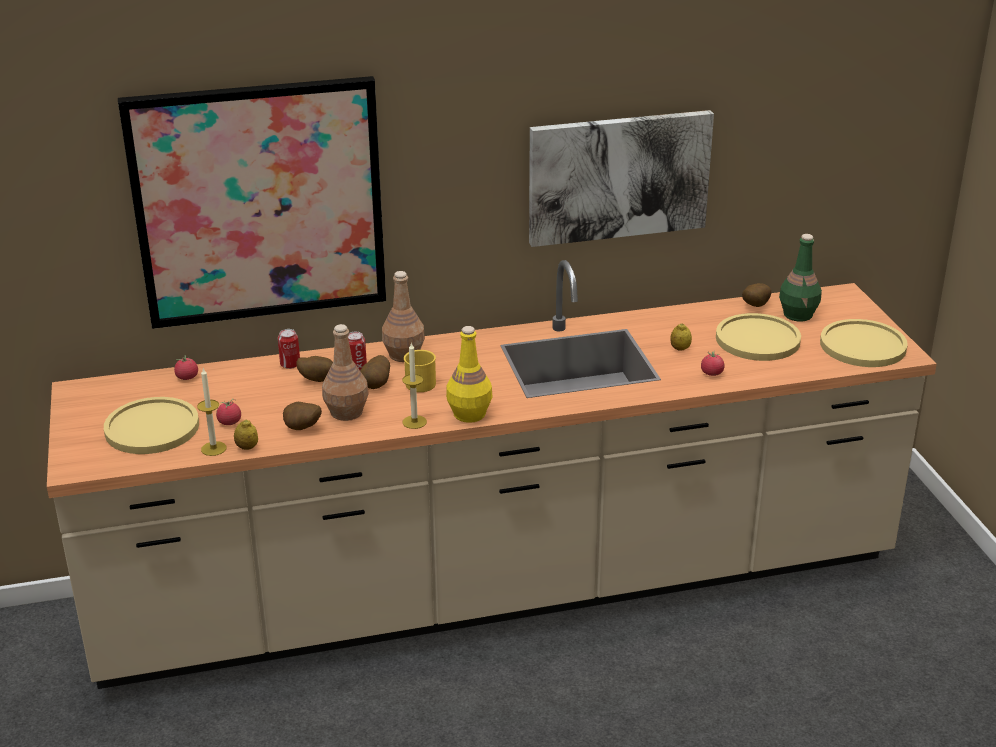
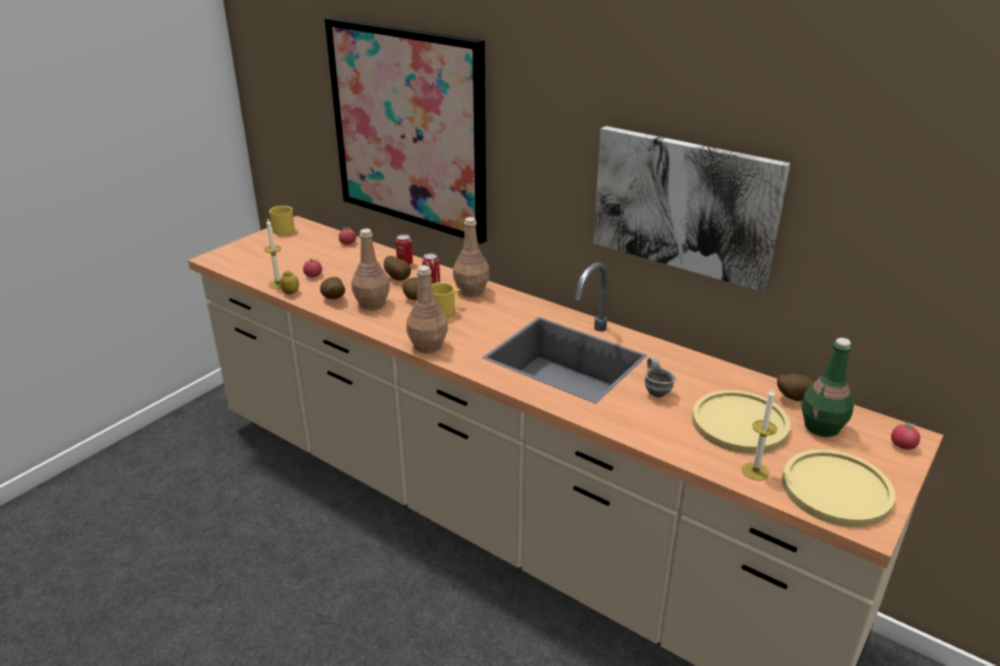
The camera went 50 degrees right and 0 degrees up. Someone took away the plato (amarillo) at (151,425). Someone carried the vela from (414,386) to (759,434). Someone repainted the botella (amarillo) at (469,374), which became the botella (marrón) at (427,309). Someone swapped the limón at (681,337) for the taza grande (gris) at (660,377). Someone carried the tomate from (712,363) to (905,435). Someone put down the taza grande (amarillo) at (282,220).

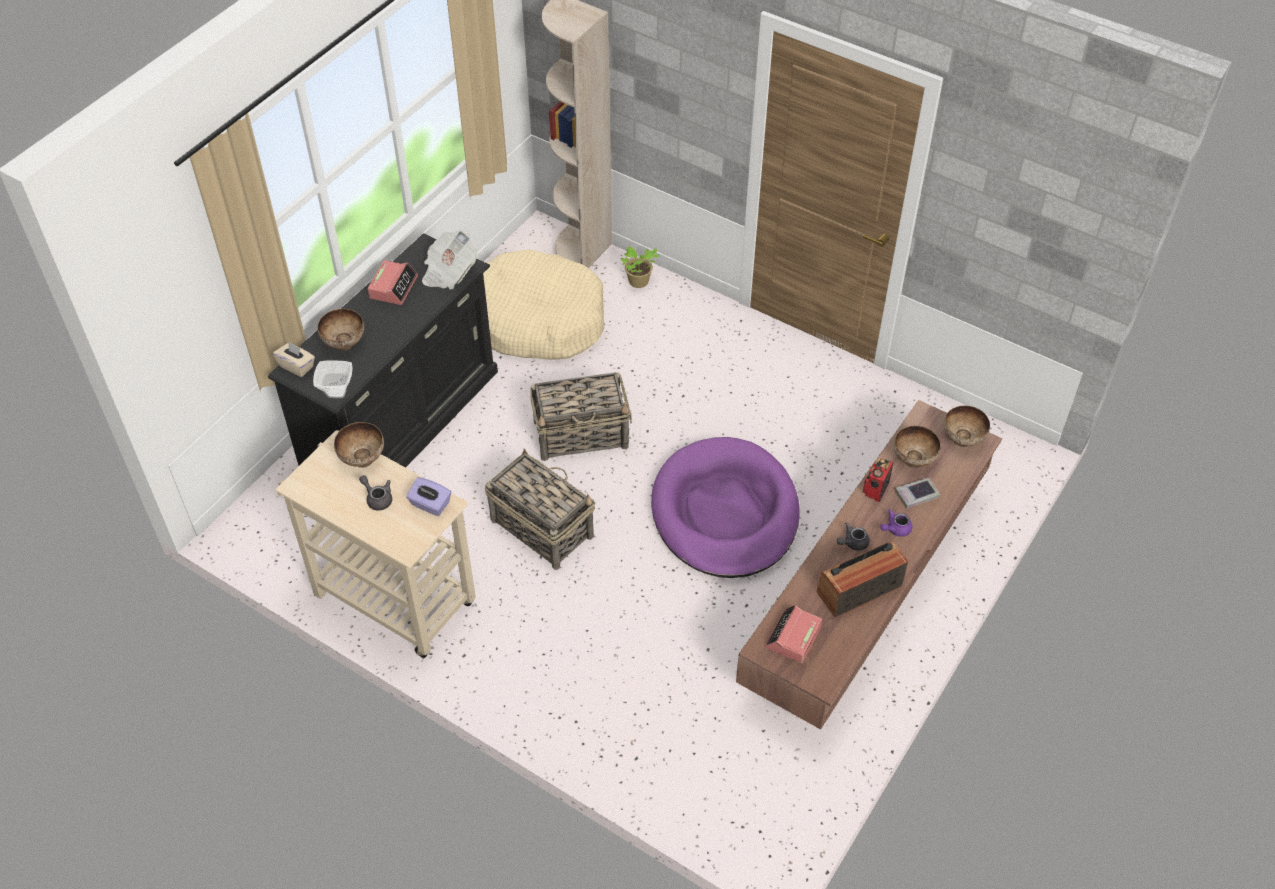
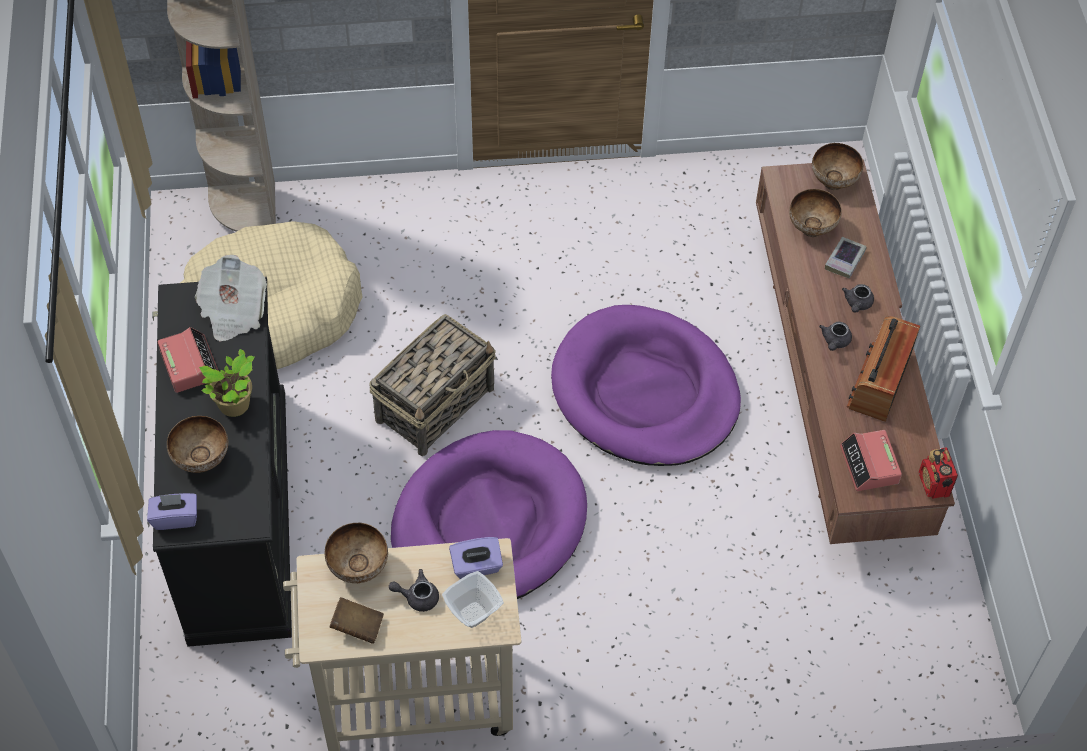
The camera went 40 degrees left and 5 degrees up. Someone repainted the caja de pañuelos (beis) at (294,359), which became the caja de pañuelos (morado) at (172,511). Someone carried the cuenco from (333,379) to (473,599). Someone swapped the cesta at (540,509) for the cama para perro (morado) at (489,514). Someone carried the planta en maceta from (640,267) to (226,383). Someone carried the radio from (878,480) to (938,473). Someone repainted the tetera (morado) at (896,523), which became the tetera (gris) at (858,298). Someone put down the libro (marrón) at (357,620).

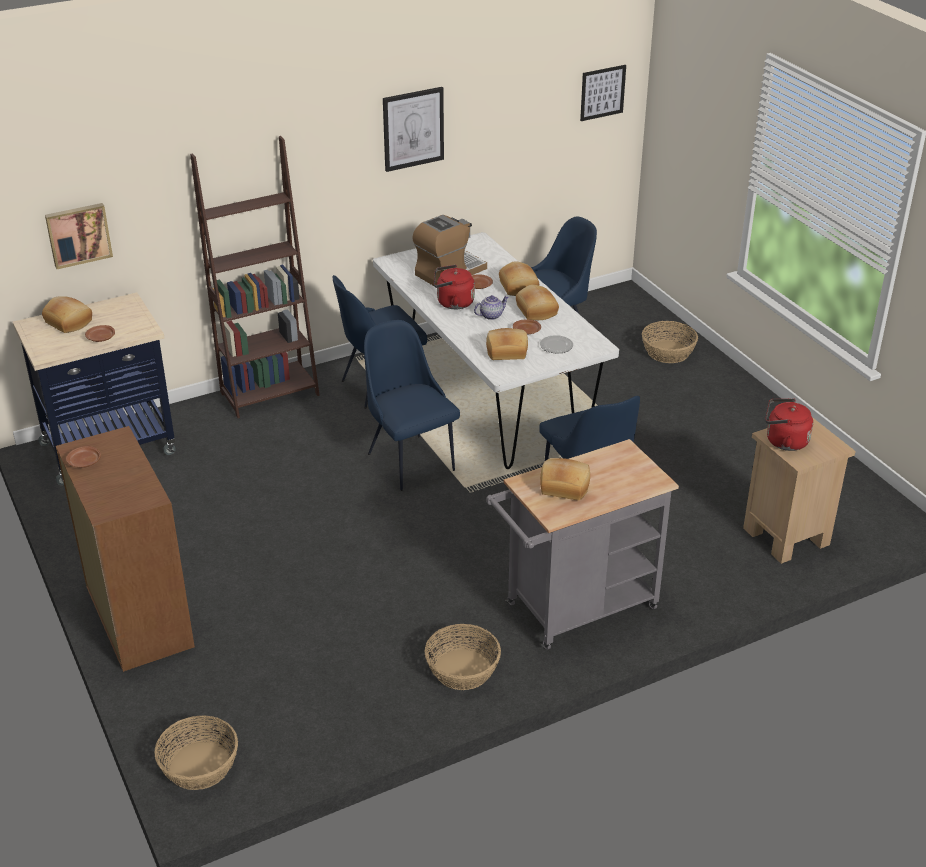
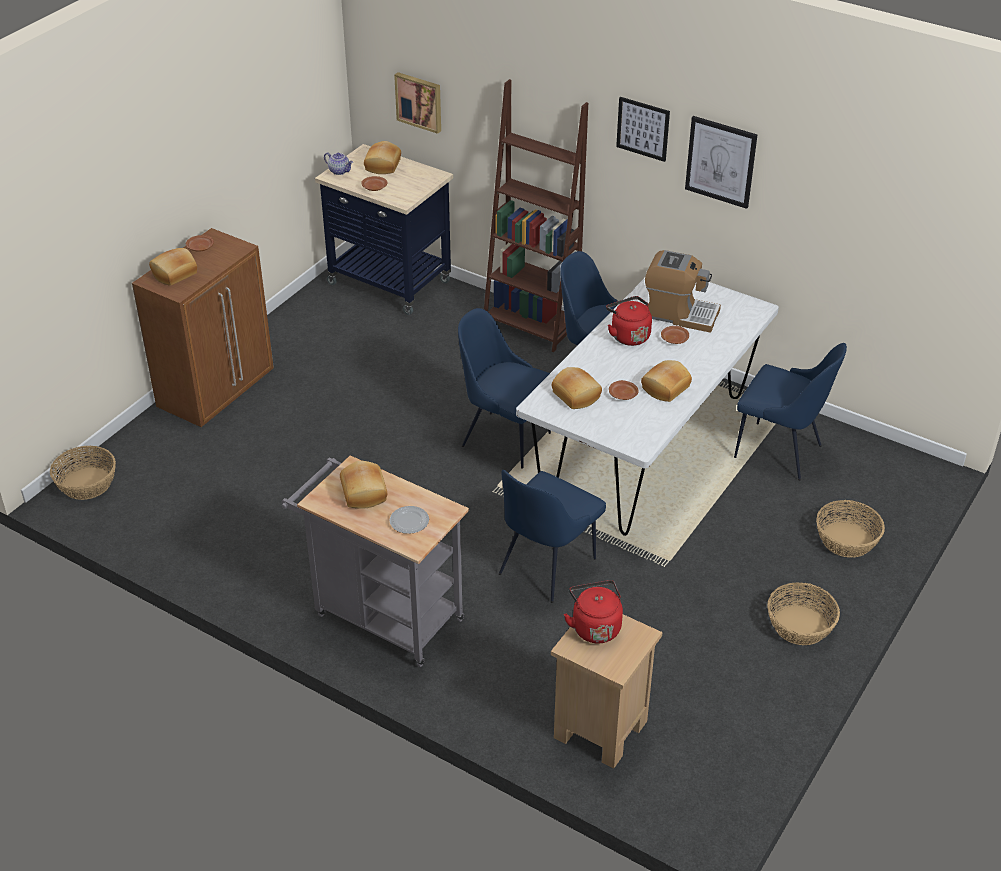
The camera went 60 degrees right and 5 degrees up. Someone rotated the silla (azul) at (412,405) by 90 degrees counterclockwise. Someone carried the cesta from (463,657) to (803,613). Someone carried the tetera from (491,307) to (338,163). Someone carried the pan from (519,278) to (173,267). Someone carried the plato from (556,344) to (409,520). Someone carried the cuadro from (603,93) to (643,129).

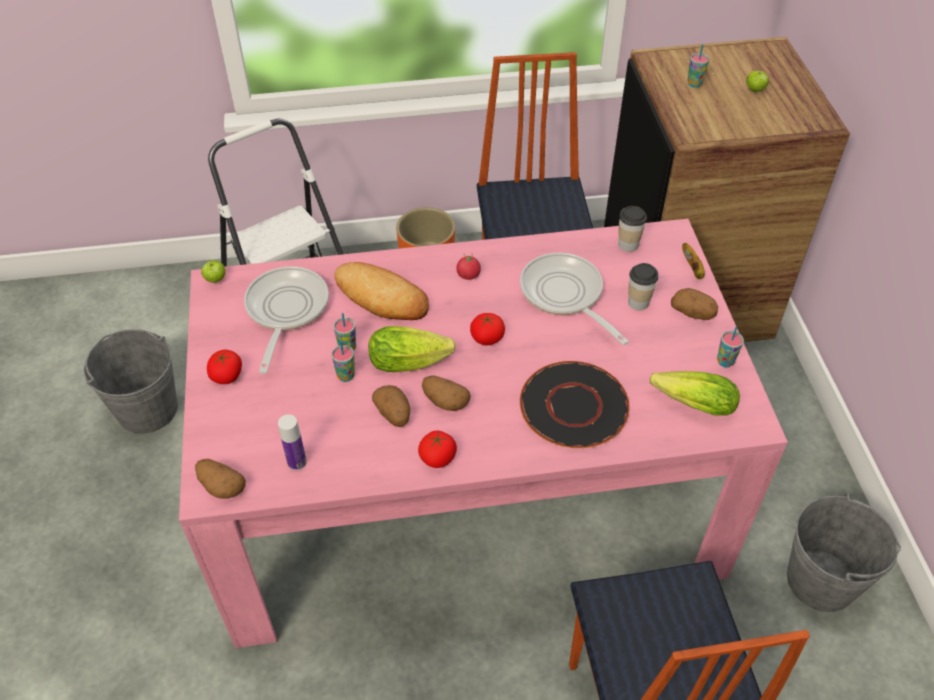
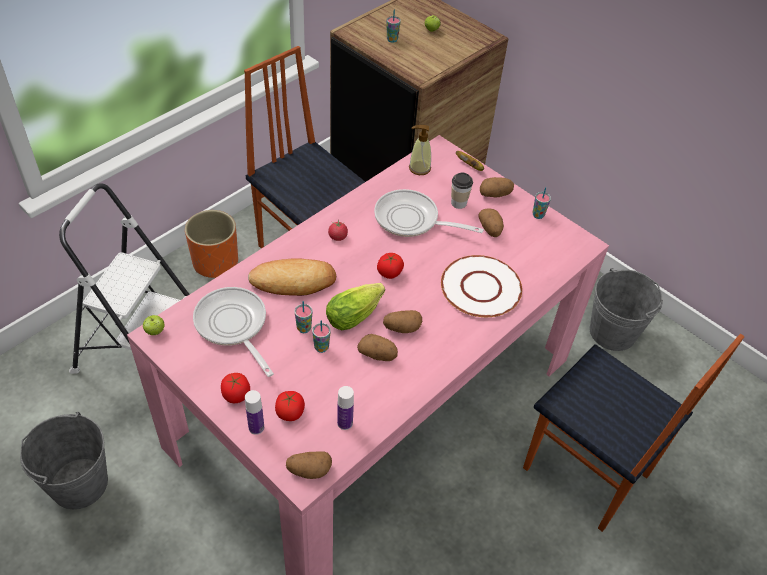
The camera went 40 degrees left and 0 degrees up. Someone carried the tomate from (437,449) to (290,406). Someone repainted the plato (negro) at (575,404), which became the plato (blanco) at (481,286). Someone swapped the taza at (632,229) for the dispensador de jabón at (420,150). Someone took away the lechuga at (695,393). Someone put down the botella at (254,412). Someone put down the patata at (491,222).

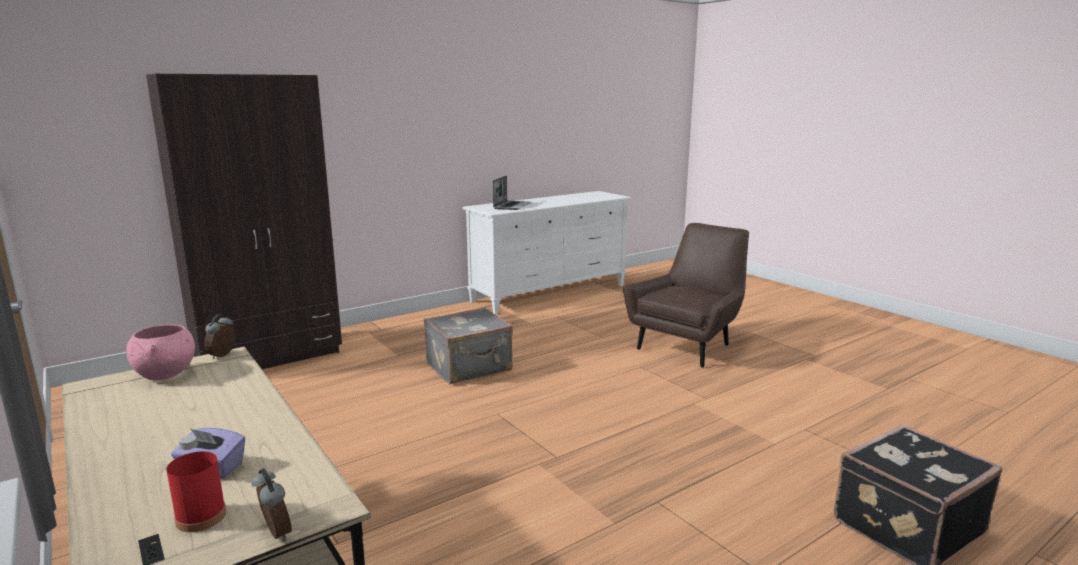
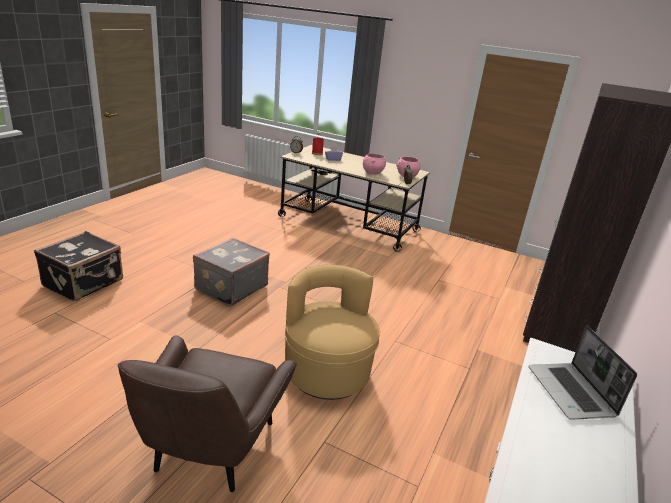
The camera went 150 degrees right and 10 degrees up. Someone carried the maleta (gris) from (468,345) to (231,272). Someone put down the sillón (beis) at (332,332). Someone put down the cuenco (rosa) at (374,164).

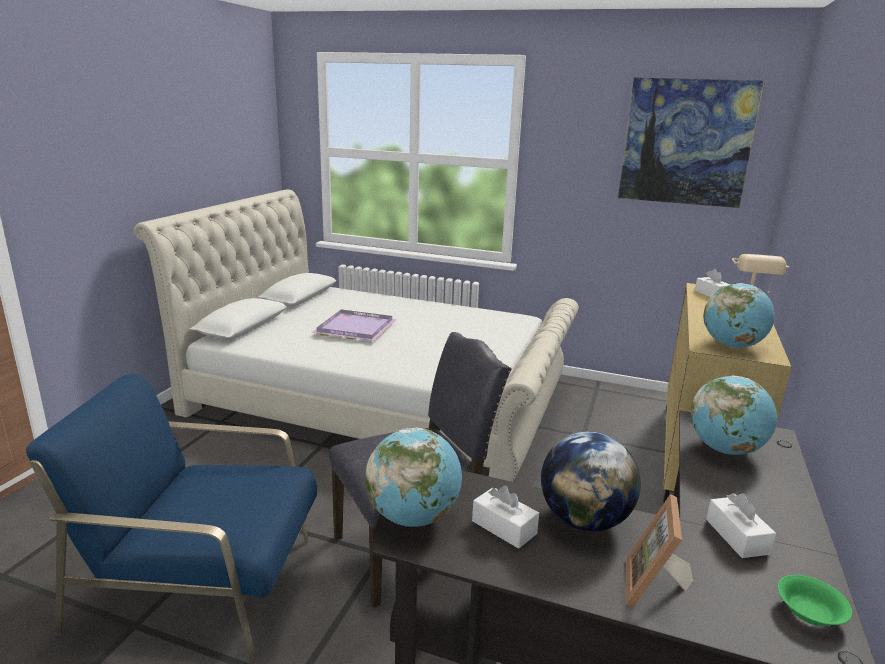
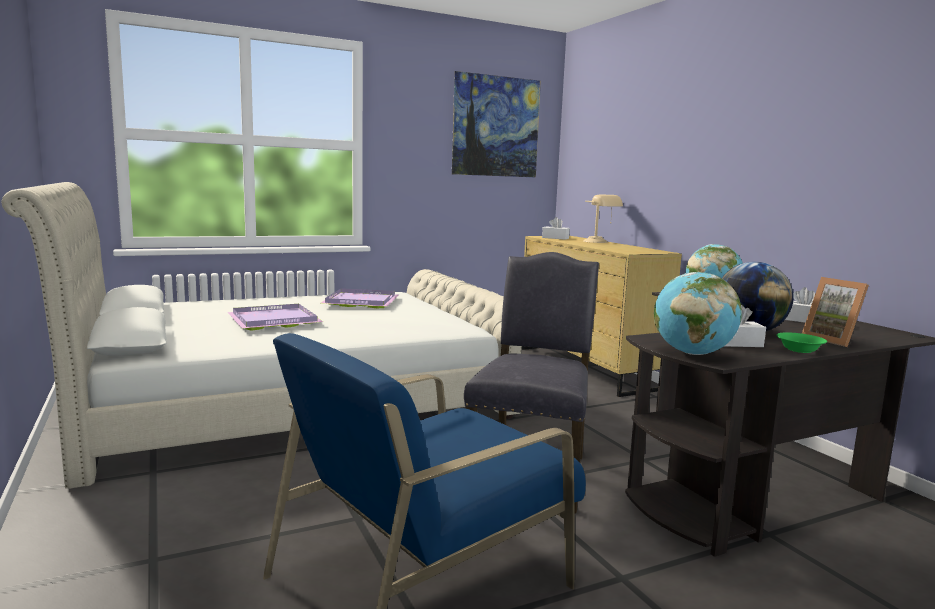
The camera went 45 degrees left and 10 degrees down. Someone took away the globo terráqueo at (739,315). Someone carried the cuenco (verde) from (815,600) to (801,342). Someone put down the bandeja (morado) at (359,298).

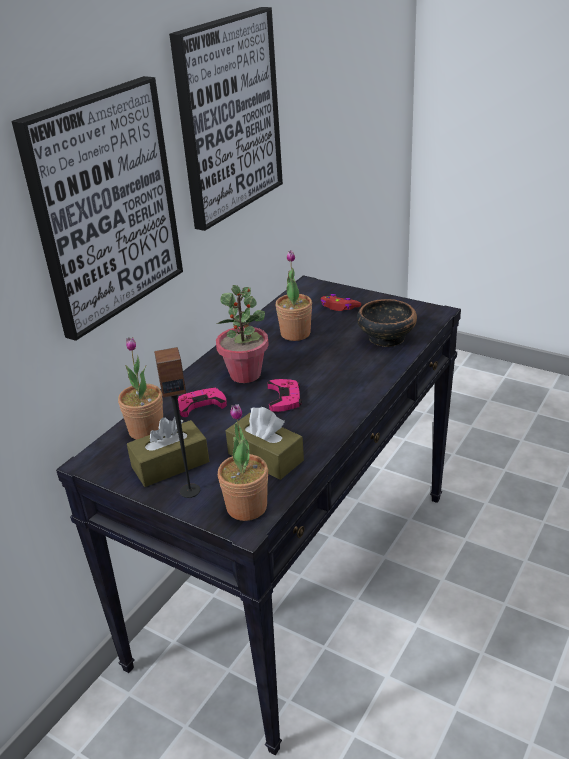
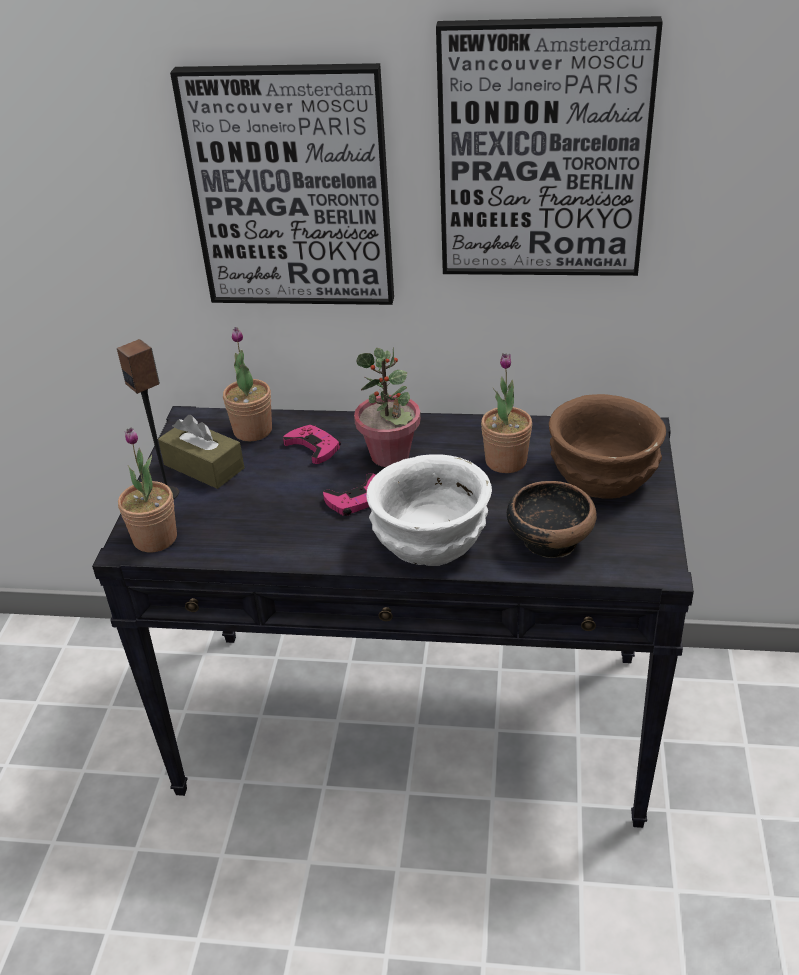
The camera went 65 degrees right and 5 degrees up. Someone took away the caja de pañuelos (marrón) at (264,443). Someone swapped the mando de consola (rojo) at (341,302) for the cuenco (marrón) at (607,446). Someone put down the cuenco (blanco) at (429,510).

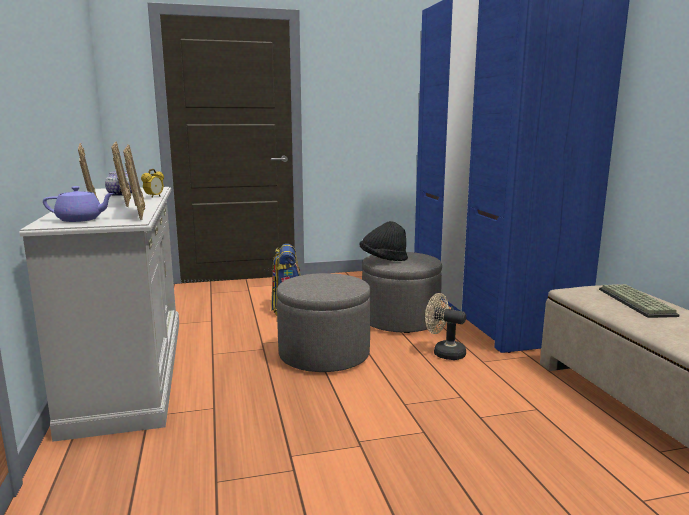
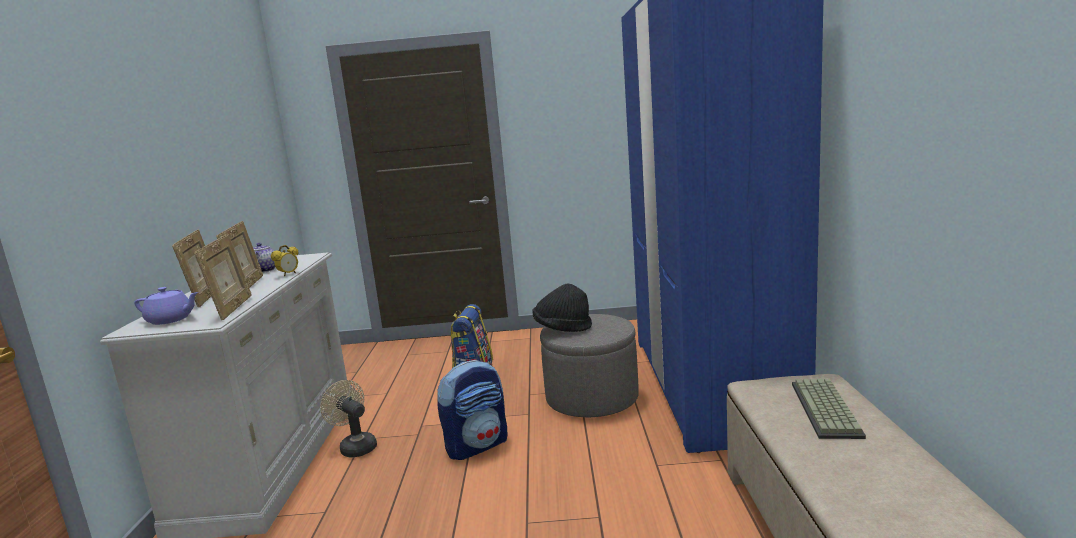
The camera went 15 degrees right and 0 degrees up. Someone swapped the puf (gris) at (324,322) for the mochila at (472,410). Someone carried the ventilador (beis) from (445,326) to (348,419).

